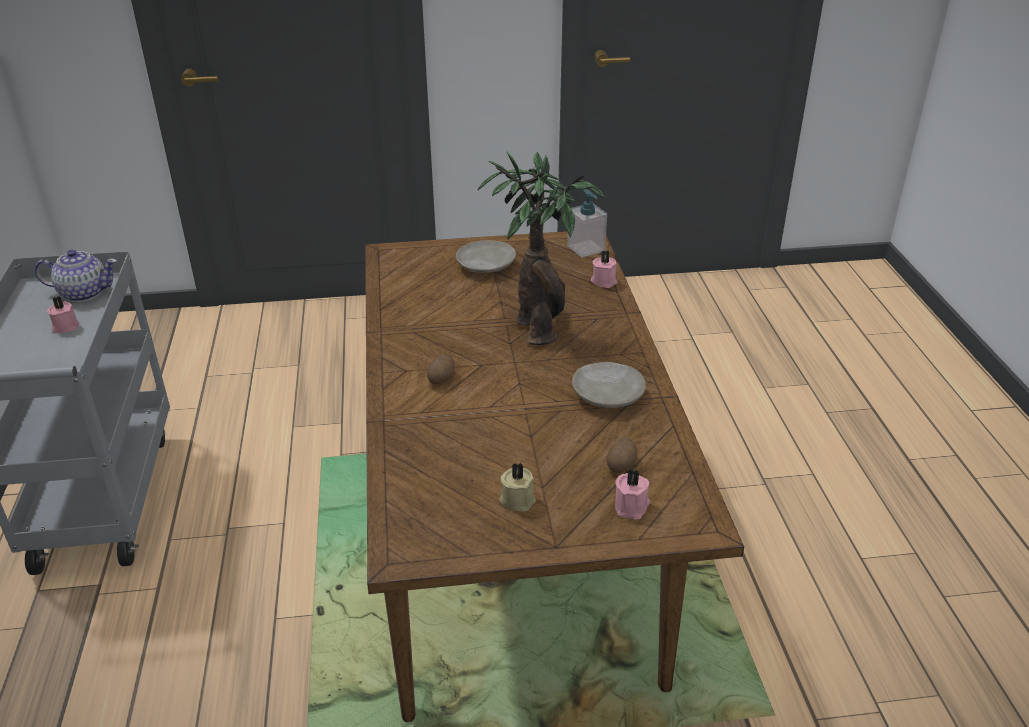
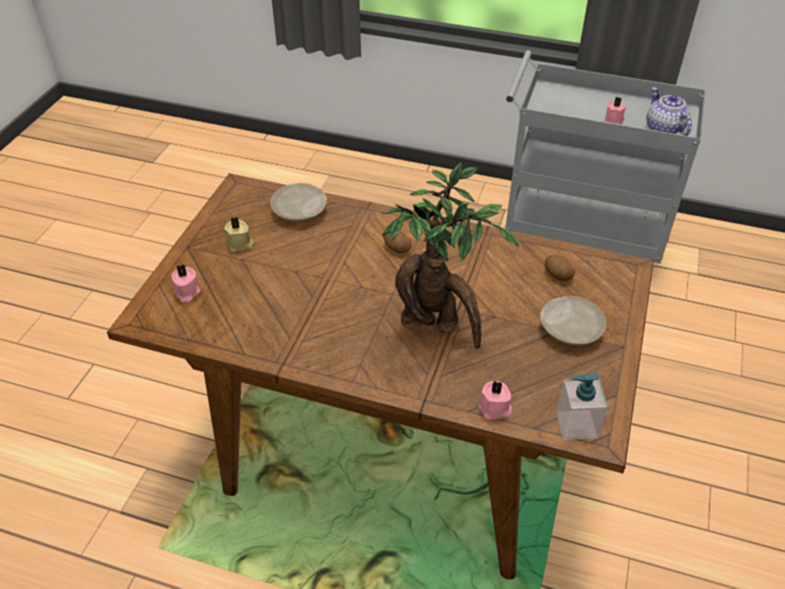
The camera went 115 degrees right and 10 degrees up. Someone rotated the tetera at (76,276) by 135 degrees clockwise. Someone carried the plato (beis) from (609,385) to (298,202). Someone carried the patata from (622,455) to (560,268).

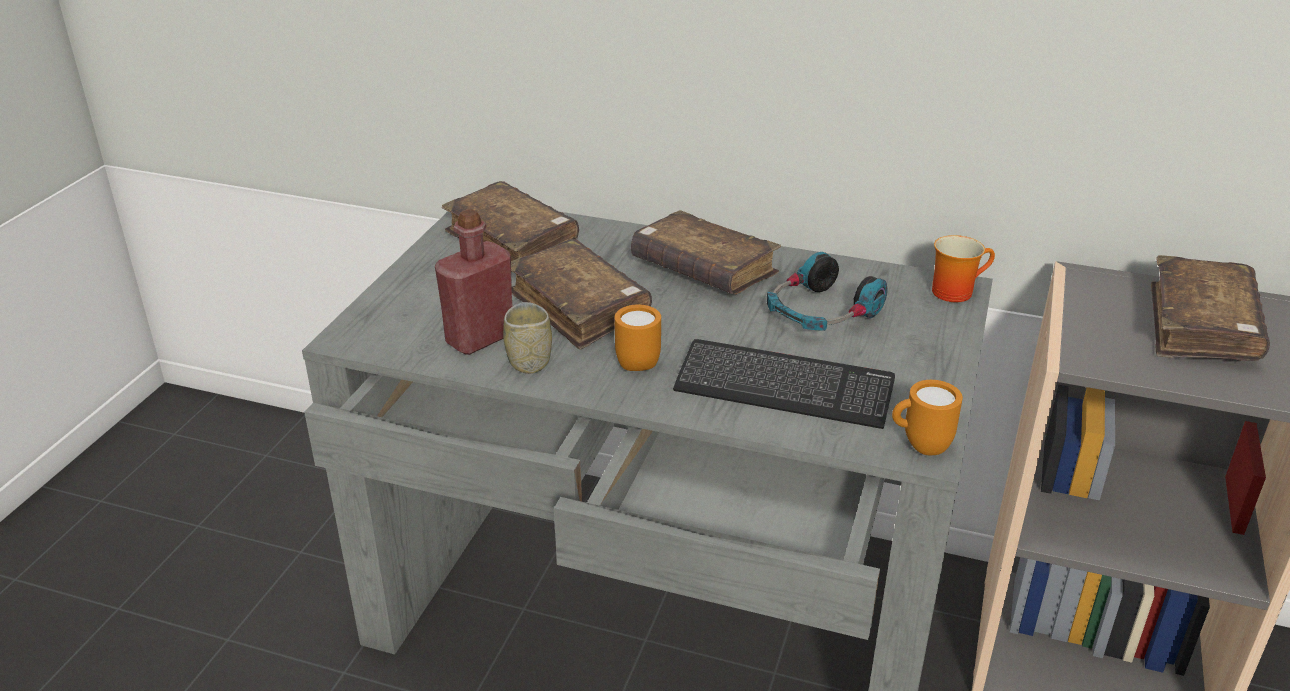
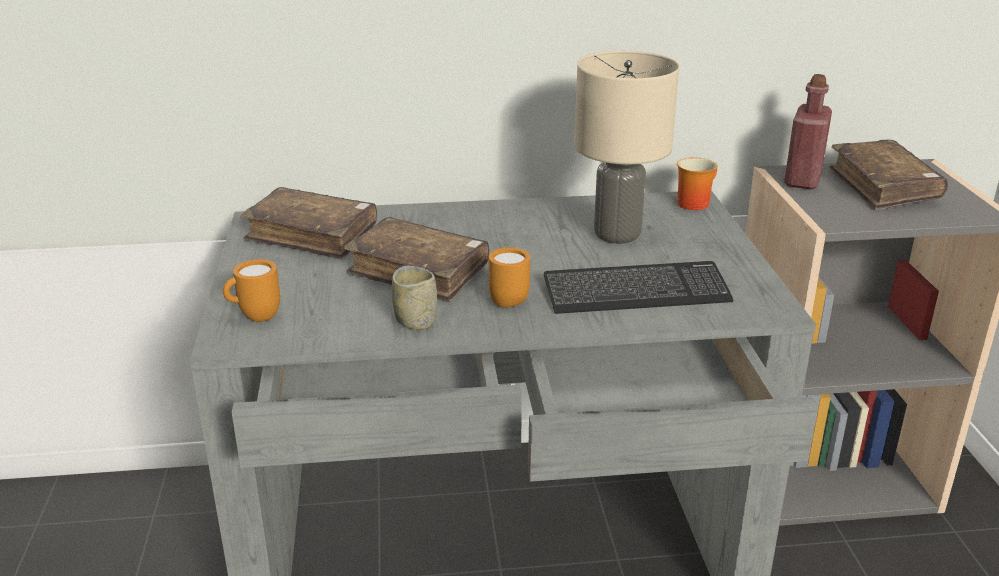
The camera went 25 degrees left and 5 degrees down. Someone carried the botella (rojo) from (474,282) to (808,131). Someone took away the libro (marrón) at (706,252). Someone swapped the auriculares at (827,291) for the lámpara de mesa (beis) at (626,147). Someone carried the taza grande (naranja) from (927,417) to (251,290).

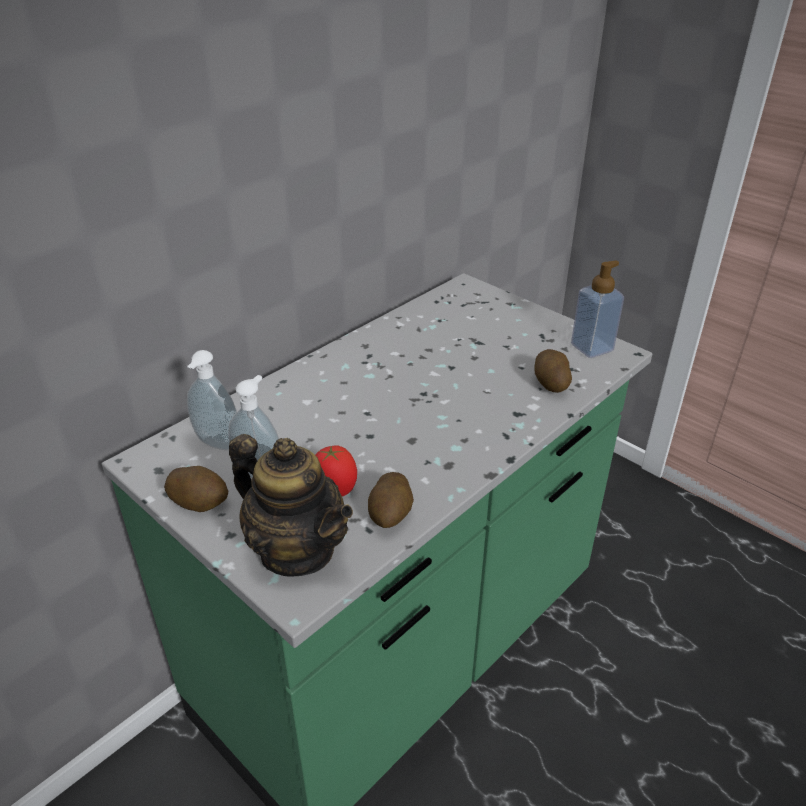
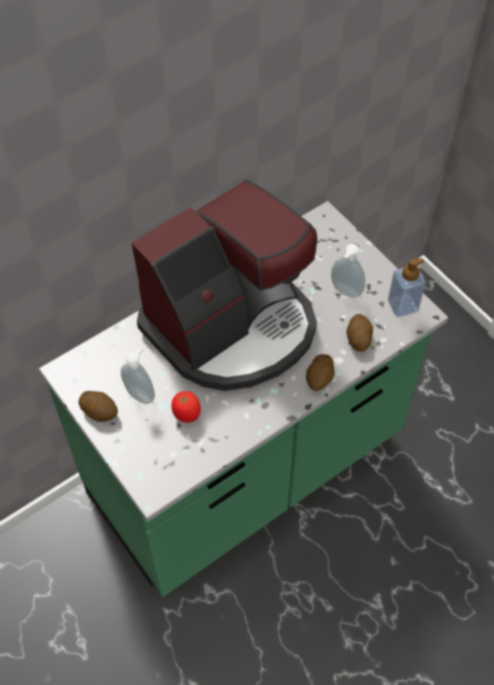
The camera went 10 degrees right and 20 degrees up. Someone carried the dispensador de jabón from (212,400) to (348,271). Someone took away the tetera at (291,505). Someone carried the patata from (391,500) to (320,372). Someone put down the cafetera at (224,285).

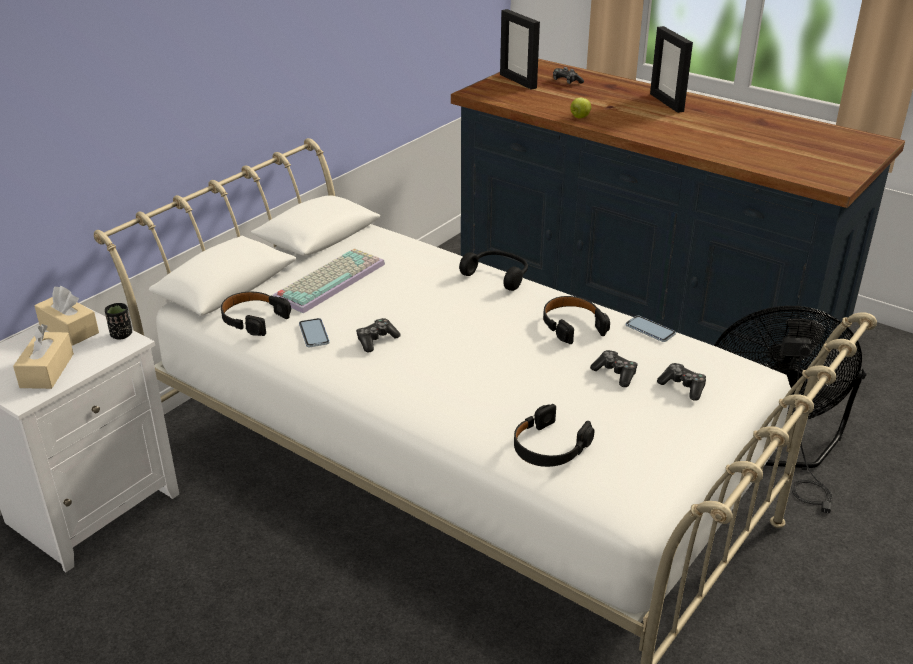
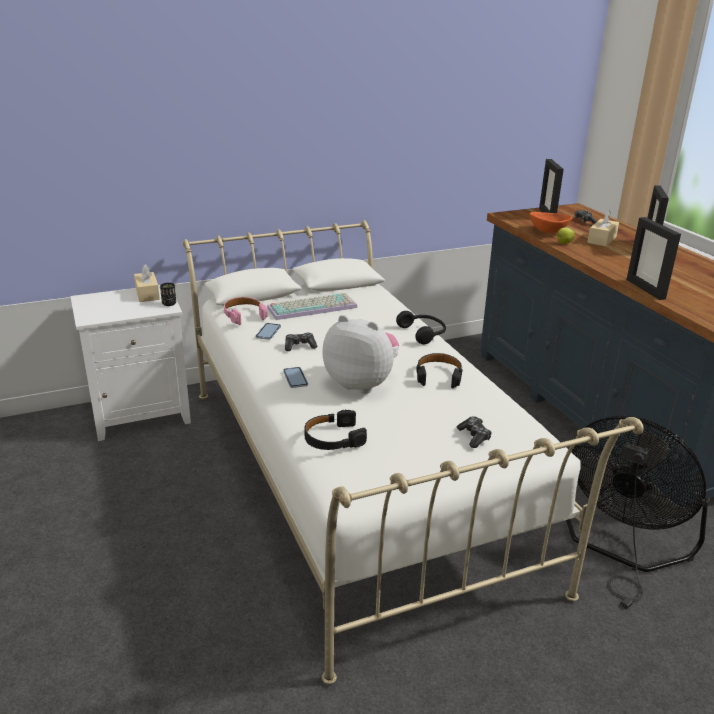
The camera went 30 degrees right and 5 degrees down. Someone carried the caja de pañuelos (beis) from (43,356) to (603,228). Someone repainted the auriculares (negro) at (256,314), which became the auriculares (rosa) at (246,311). Someone took away the mando de consola at (614,368). Someone carried the móvil from (650,328) to (295,377). Someone put down the peluche at (361,354). Someone put down the cuenco (naranja) at (550,222). Someone put down the portarretratos at (653,258).

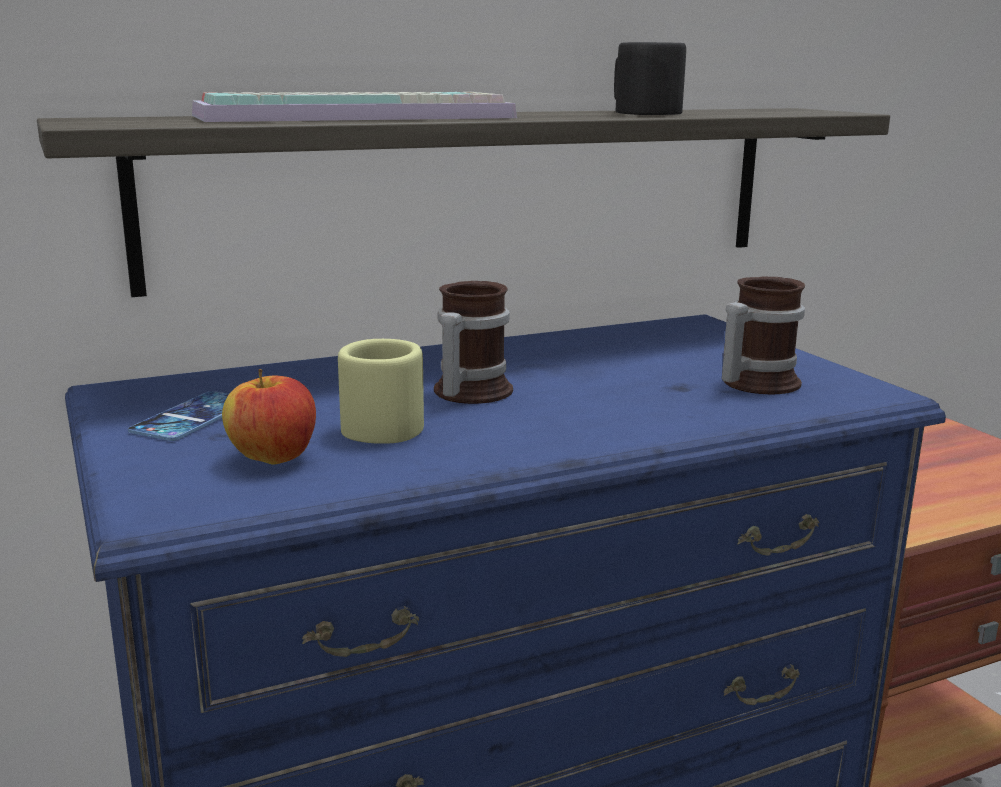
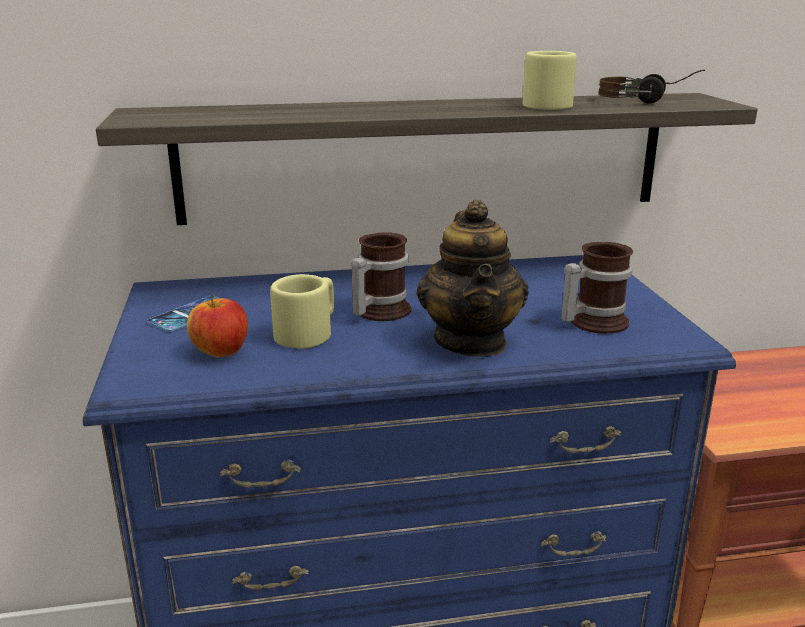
The camera went 15 degrees right and 5 degrees up. Someone took away the teclado at (354,107). Someone repainted the taza grande (negro) at (650,78), which became the taza grande (beis) at (549,80). Someone put down the tetera at (472,278). Someone put down the auriculares at (651,87).

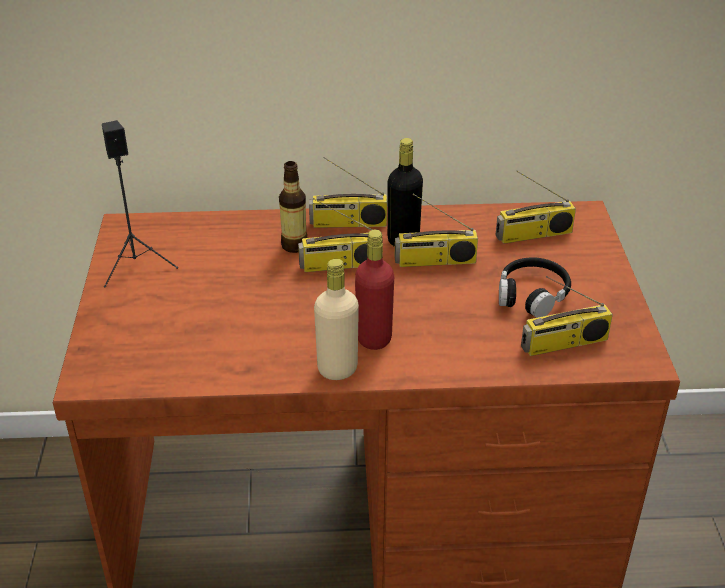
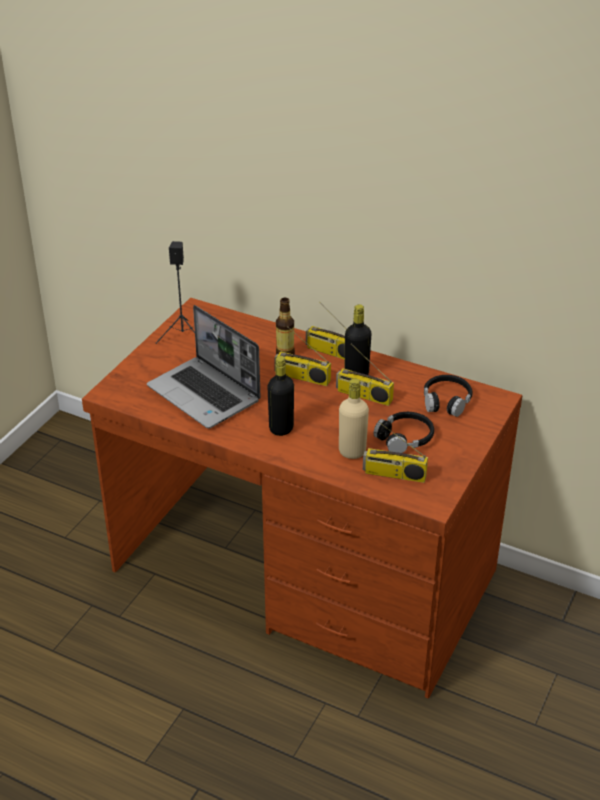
The camera went 30 degrees right and 0 degrees up. Someone carried the botella (beis) from (336,319) to (354,419). Someone repainted the botella (rojo) at (374,289), which became the botella (negro) at (281,396). Someone swapped the radio at (536,207) for the auriculares (negro) at (448,396). Someone put down the portátil at (204,366).

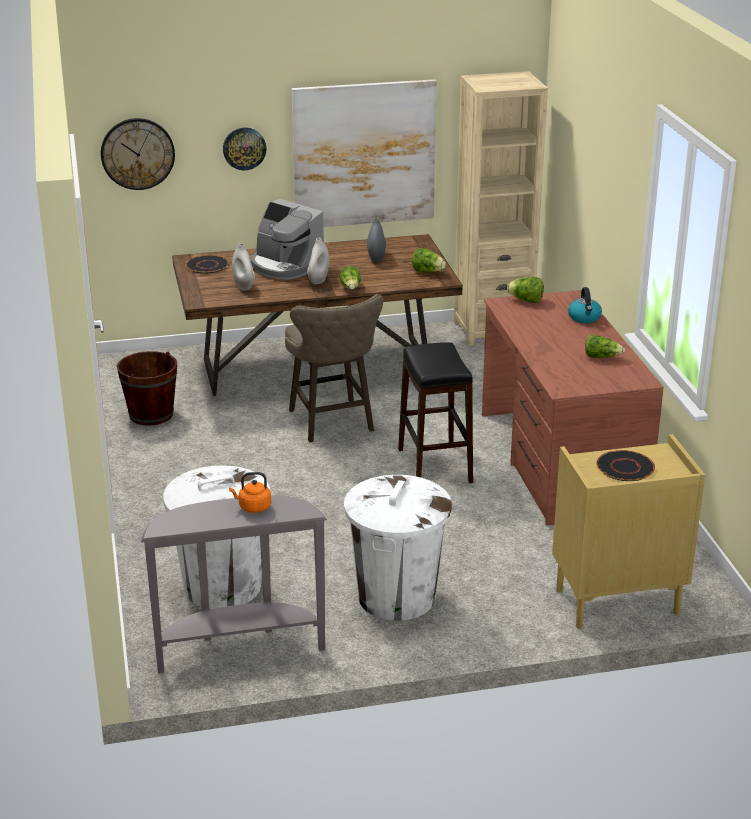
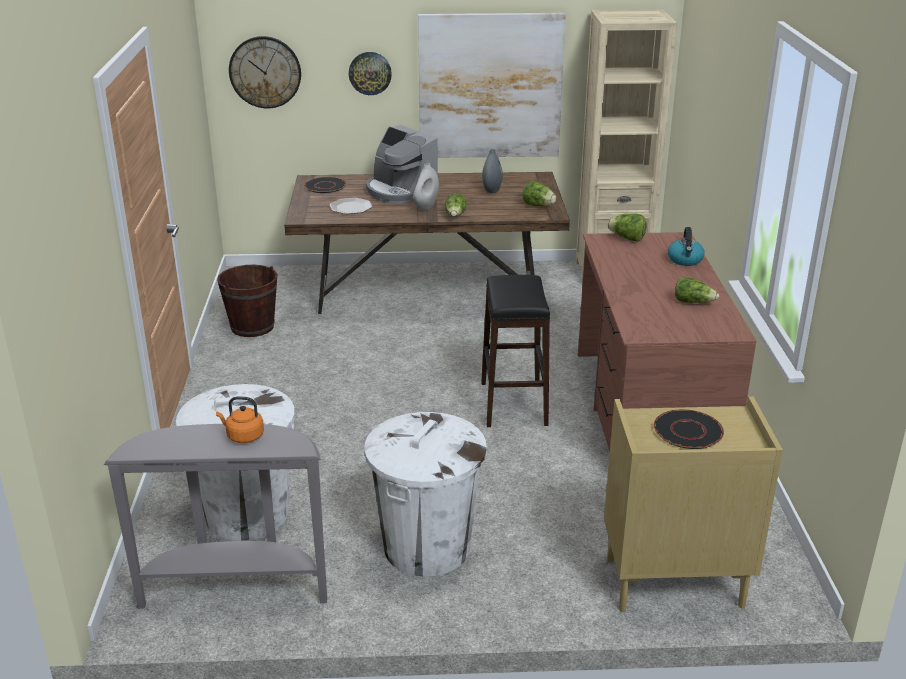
The camera went 10 degrees right and 0 degrees up. Someone swapped the florero (blanco) at (243,266) for the plato at (351,206). Someone took away the taburete (beis) at (334,368).

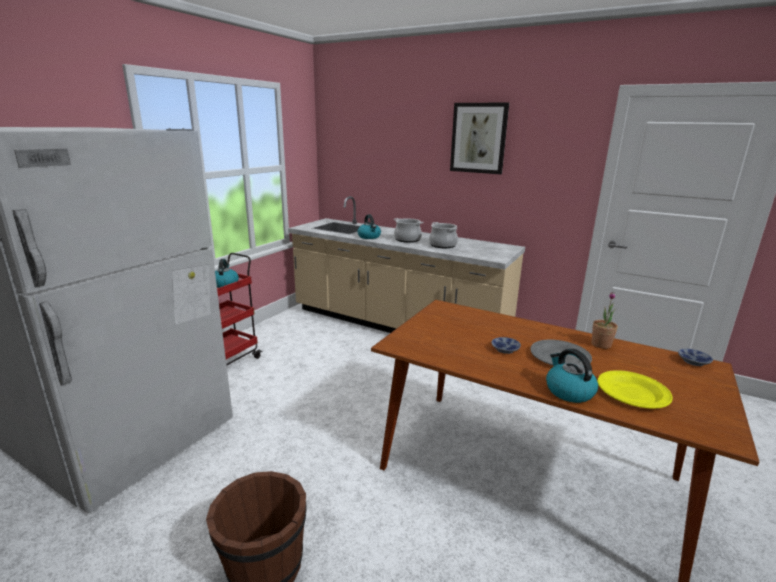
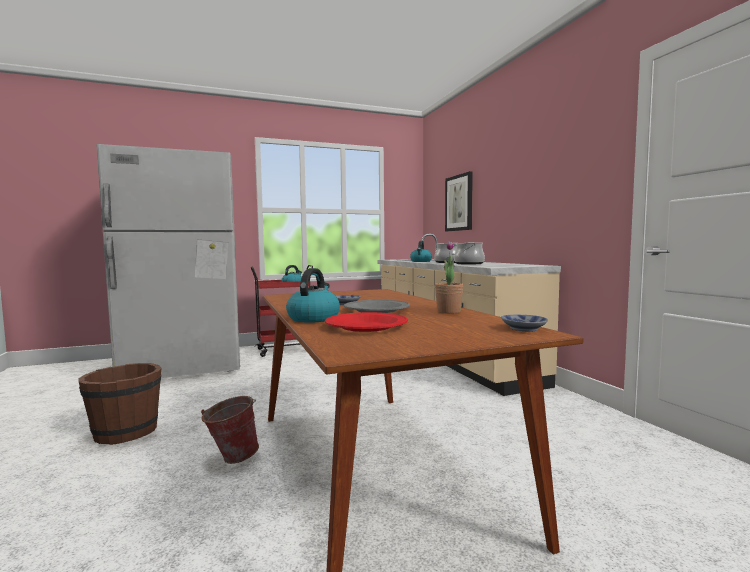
The camera went 40 degrees right and 15 degrees down. Someone carried the cuadro from (479,138) to (459,201). Someone repainted the plato (amarillo) at (635,389), which became the plato (rojo) at (366,322). Someone put down the cubo at (230,430).

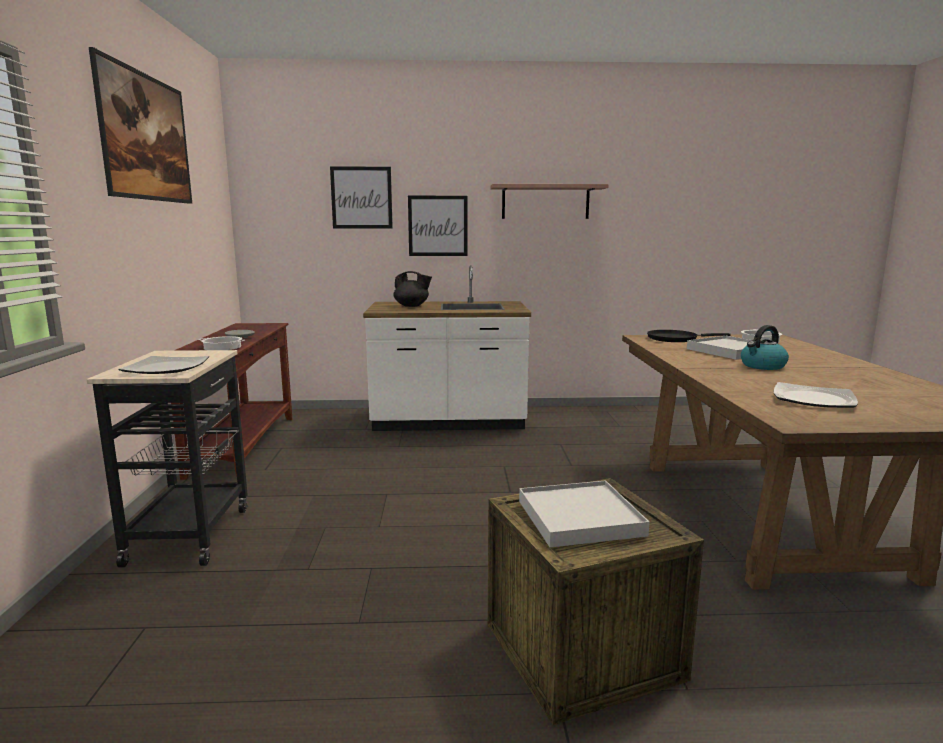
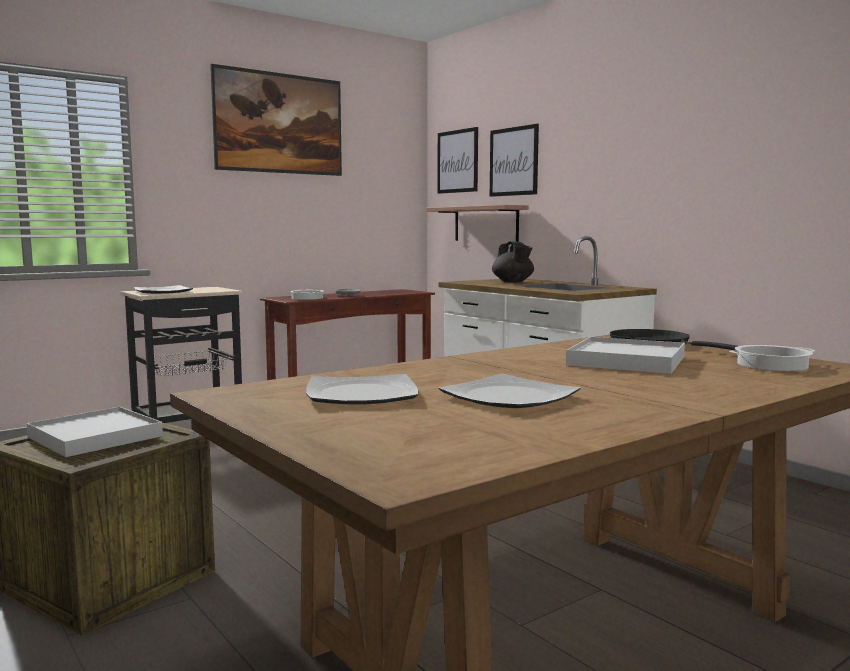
The camera went 55 degrees right and 5 degrees down. Someone carried the cuadro from (437,226) to (457,160). Someone carried the estante from (549,201) to (477,223). Someone took away the hervidor at (765,347). Someone put down the plato at (509,391).

